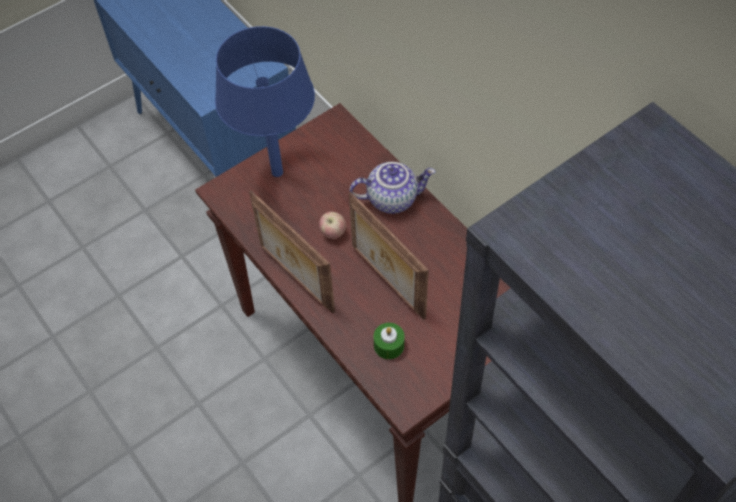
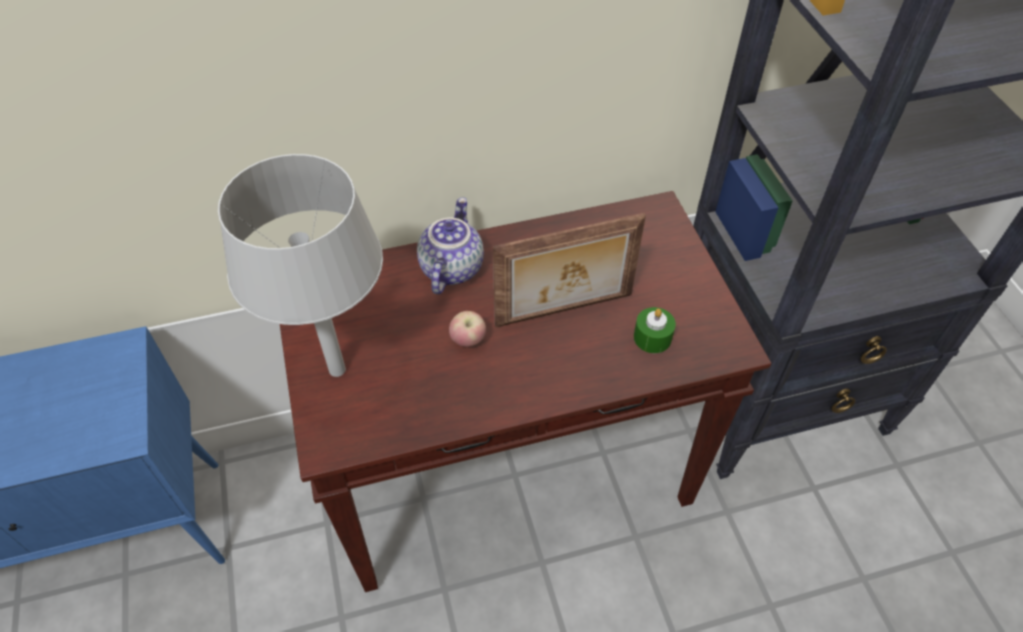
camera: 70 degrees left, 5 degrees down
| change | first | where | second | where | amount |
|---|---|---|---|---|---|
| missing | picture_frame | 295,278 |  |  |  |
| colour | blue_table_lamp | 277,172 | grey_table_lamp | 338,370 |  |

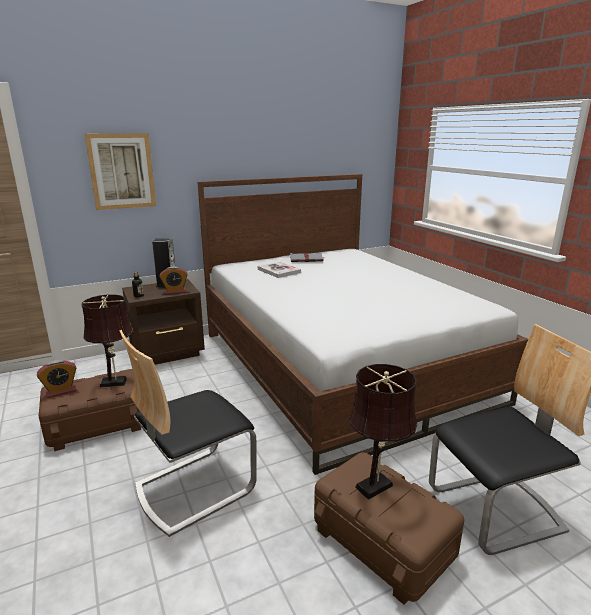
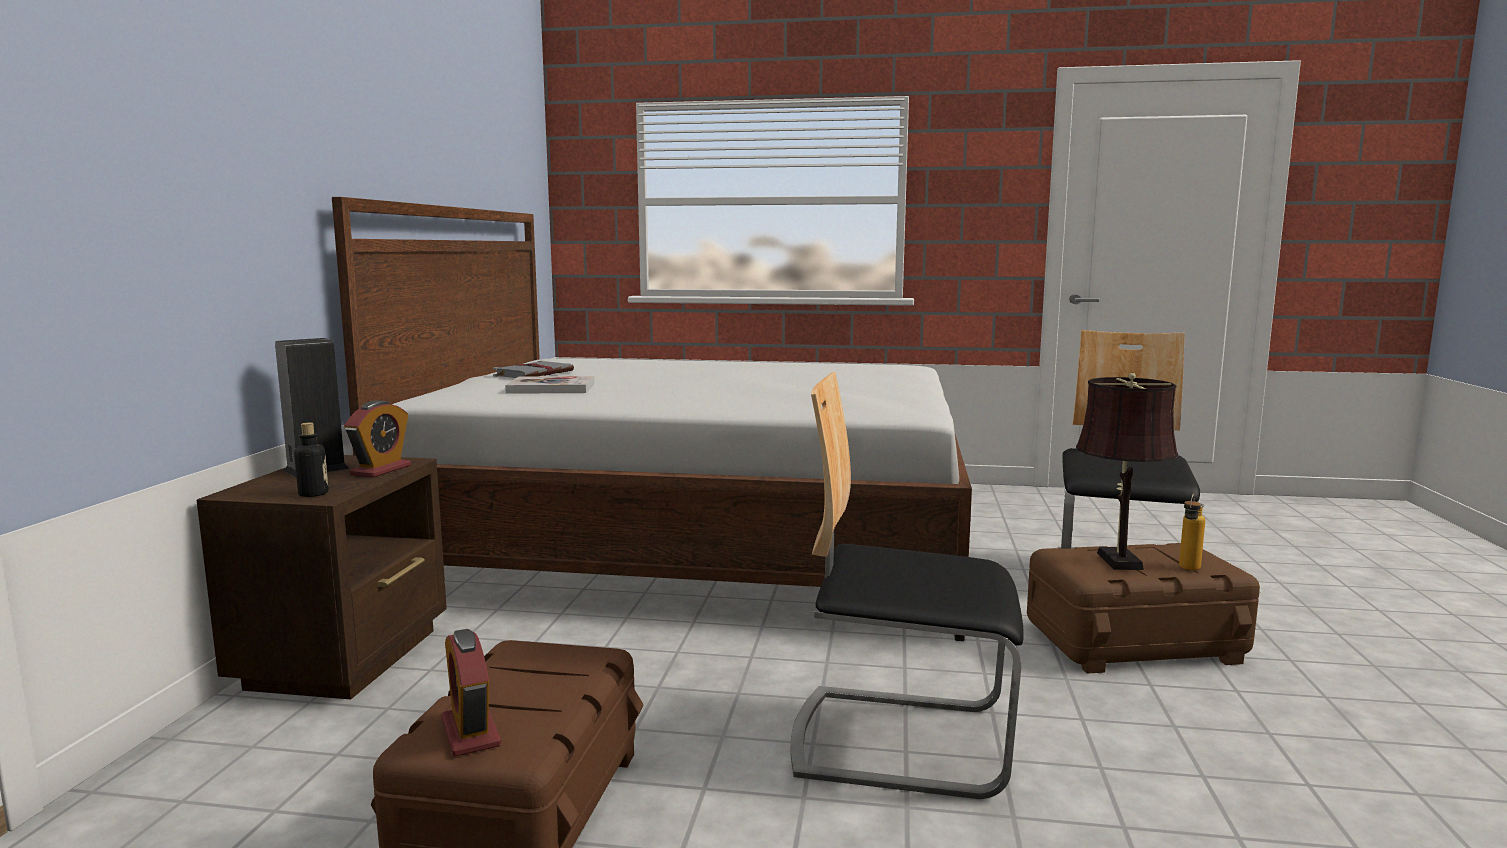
camera: 55 degrees left, 10 degrees down
| change | first | where | second | where | amount |
|---|---|---|---|---|---|
| missing | brown_table_lamp | 116,382 |  |  |  |
| missing | picture | 122,171 |  |  |  |
| appeared |  |  | bottle | 1187,570 |  |
| spun | alarm_clock | 61,391 |  | 470,732 | 150 degrees clockwise |
| spun | chair | 194,487 |  | 900,739 | 105 degrees clockwise |

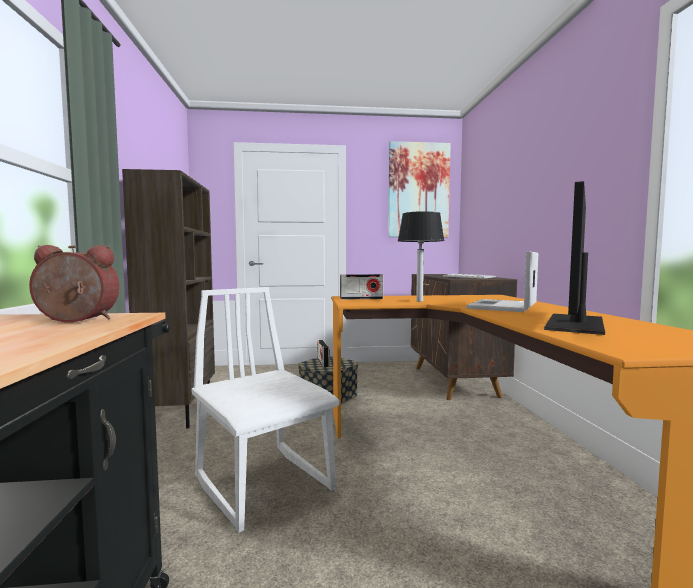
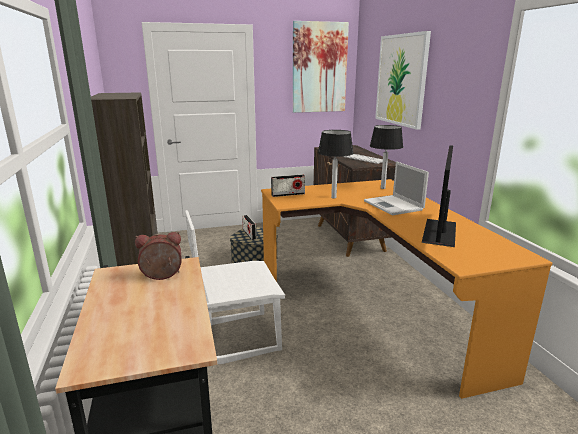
camera: 10 degrees left, 15 degrees up
| change | first | where | second | where | amount |
|---|---|---|---|---|---|
| appeared |  |  | table_lamp | 383,188 |  |
| appeared |  |  | picture | 401,80 |  |
| spun | white_chair | 265,483 |  | 237,337 | 60 degrees counterclockwise |
| spun | laptop | 502,307 |  | 394,206 | 45 degrees counterclockwise |

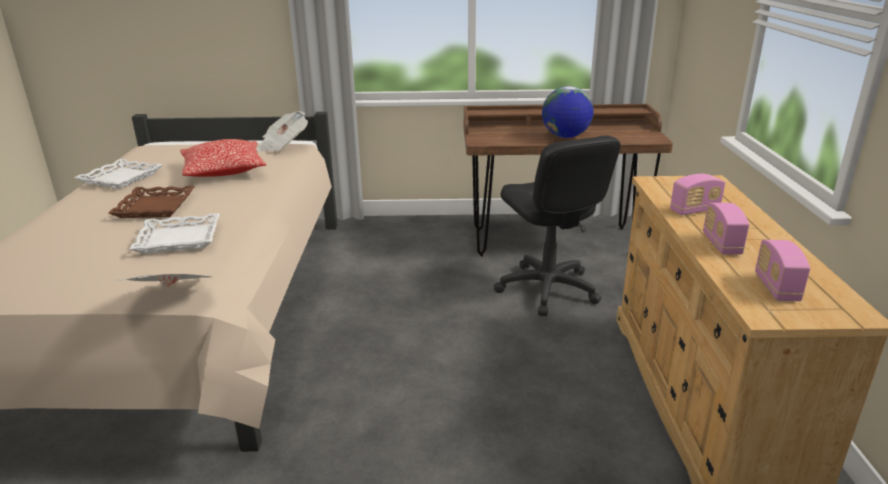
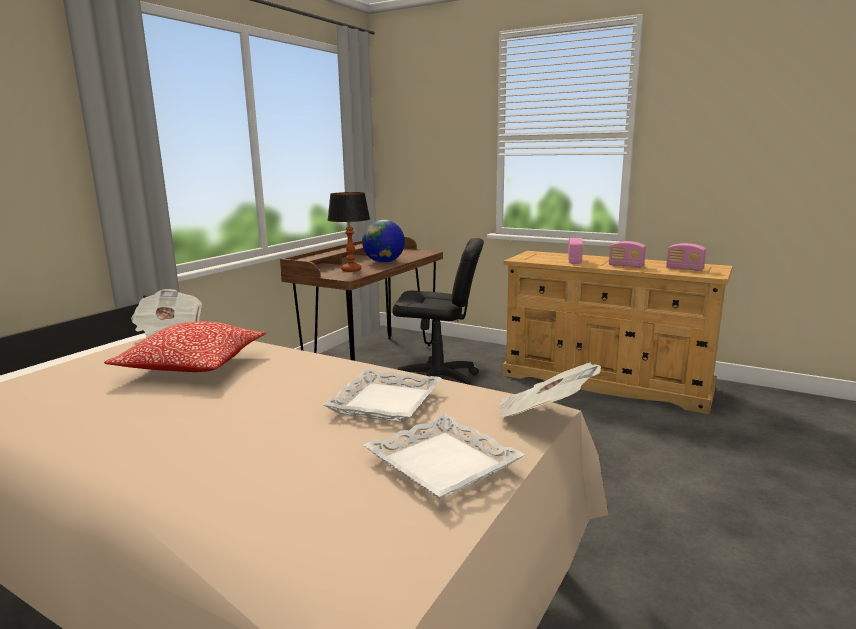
camera: 60 degrees left, 10 degrees down
| change | first | where | second | where | amount |
|---|---|---|---|---|---|
| missing | brown_tray | 154,207 |  |  |  |
| appeared |  |  | table_lamp | 351,270 |  |
| relocated | white_tray | 121,178 |  | 443,463 |  |

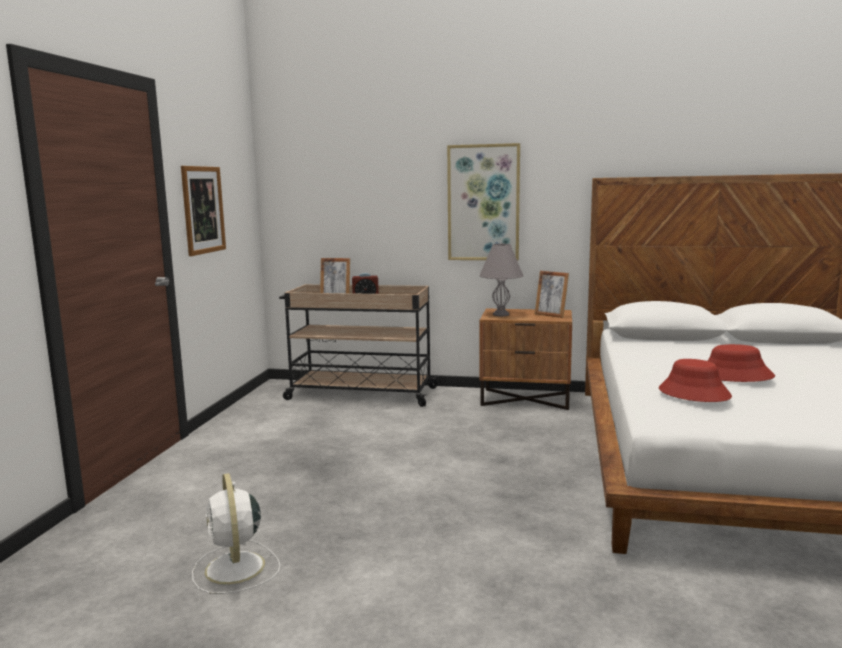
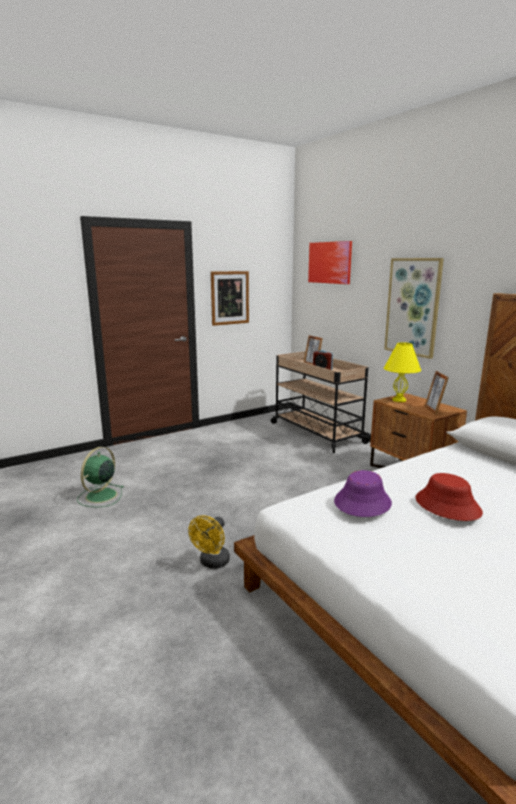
camera: 45 degrees right, 5 degrees up
| change | first | where | second | where | amount |
|---|---|---|---|---|---|
| appeared |  |  | yellow_fan | 212,563 |  |
| appeared |  |  | picture | 330,262 |  |
| colour | white_fan | 235,569 | green_fan | 100,496 |  |
| colour | grey_table_lamp | 501,314 | yellow_table_lamp | 399,400 |  |
| colour | red_hat | 693,393 | purple_hat | 362,502 |  |

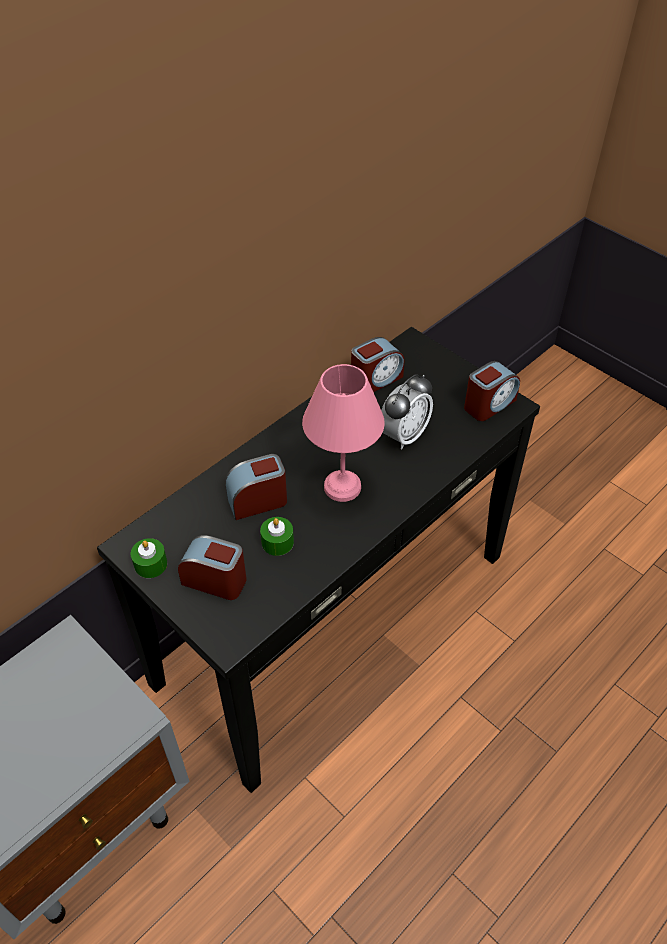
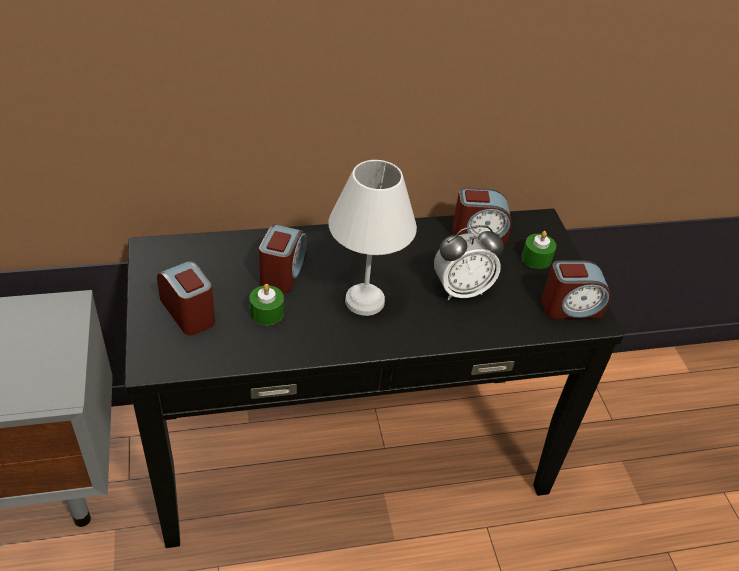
camera: 30 degrees right, 5 degrees down
| change | first | where | second | where | amount |
|---|---|---|---|---|---|
| relocated | green_candle | 150,564 |  | 536,258 |  |
| colour | pink_table_lamp | 344,487 | white_table_lamp | 366,302 |  |
| spun | alarm_clock | 257,501 |  | 282,272 | 90 degrees clockwise |

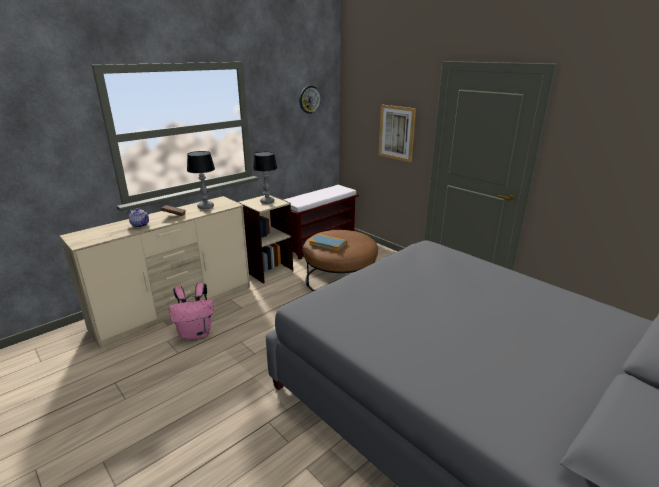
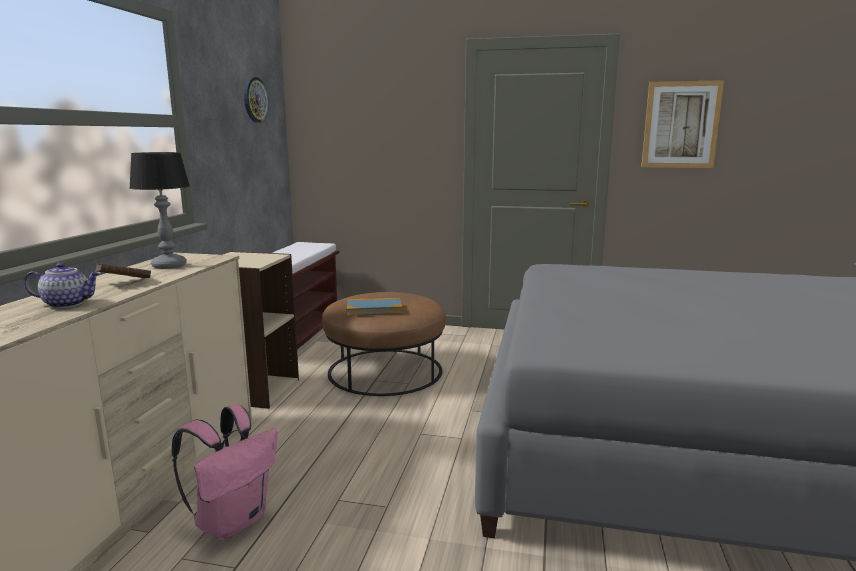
camera: 35 degrees left, 10 degrees down
| change | first | where | second | where | amount |
|---|---|---|---|---|---|
| missing | table_lamp | 267,201 |  |  |  |
| relocated | picture | 396,133 |  | 681,125 |  |

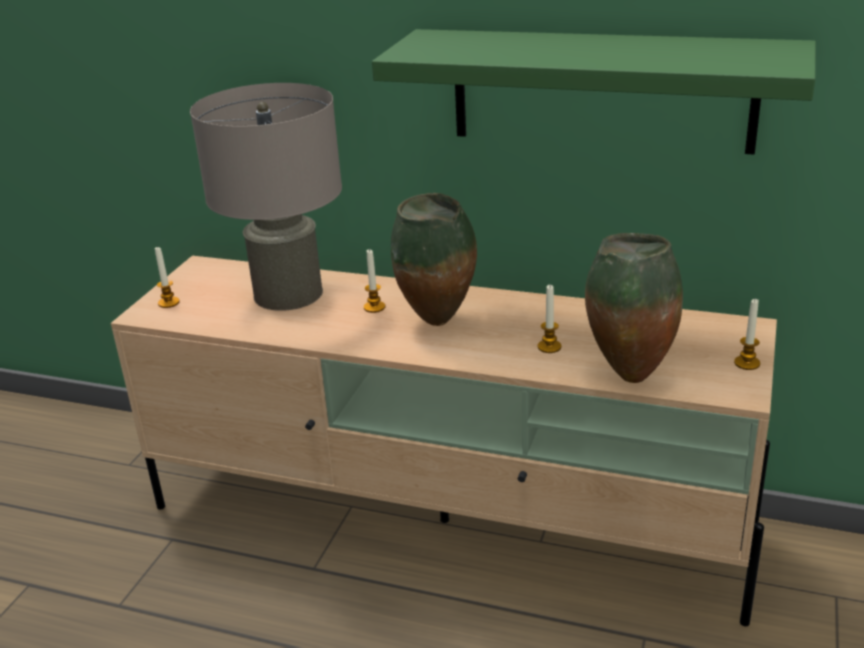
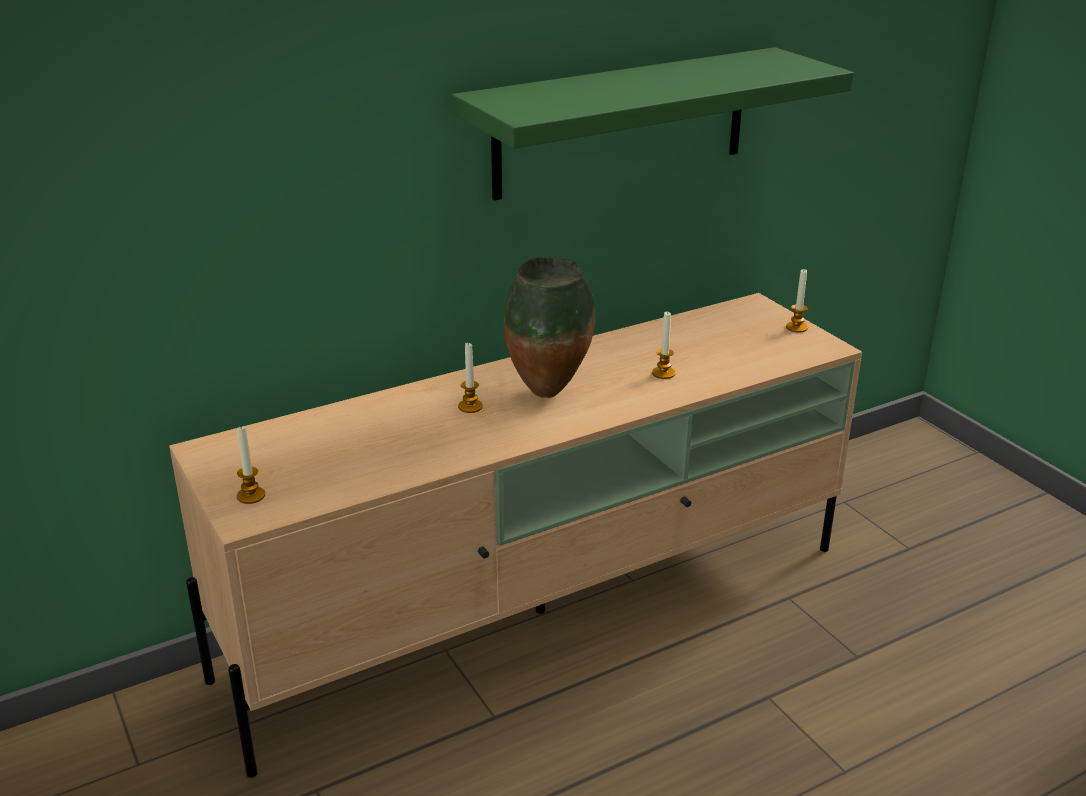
camera: 50 degrees left, 0 degrees up
| change | first | where | second | where | amount |
|---|---|---|---|---|---|
| missing | beige_table_lamp | 288,294 |  |  |  |
| missing | vase | 627,375 |  |  |  |

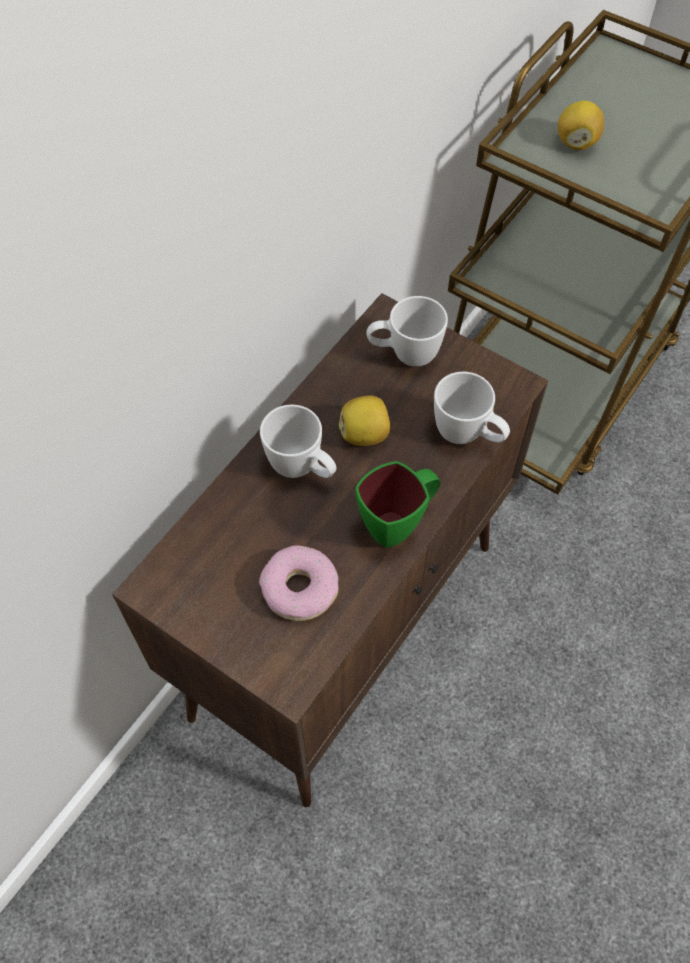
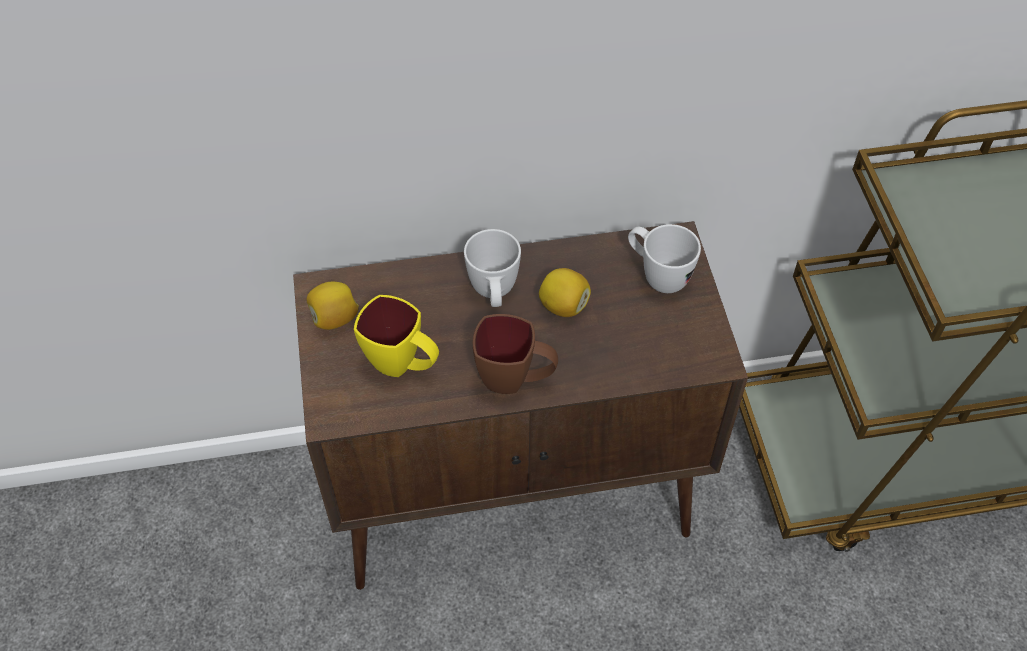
camera: 45 degrees right, 5 degrees down
| change | first | where | second | where | amount |
|---|---|---|---|---|---|
| missing | white_mug | 468,435 |  |  |  |
| relocated | lemon | 576,142 |  | 334,318 |  |
| exchanged | donut | 300,588 | yellow_mug | 403,366 |  |
| colour | green_mug | 399,523 | brown_mug | 515,381 |  |

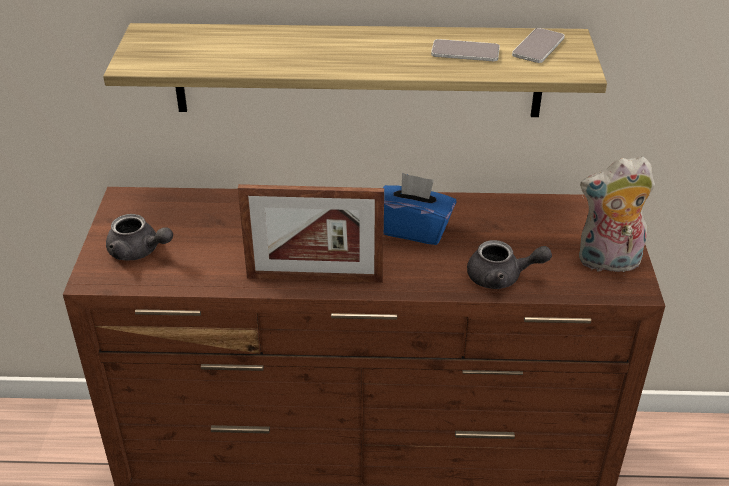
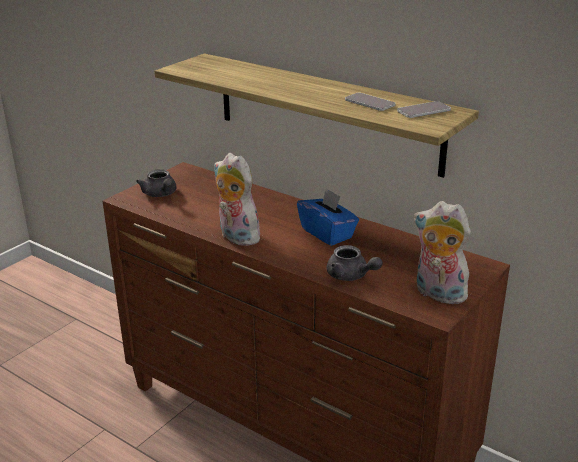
camera: 35 degrees right, 10 degrees down
| change | first | where | second | where | amount |
|---|---|---|---|---|---|
| exchanged | picture_frame | 314,278 | plush_toy | 236,237 |  |

